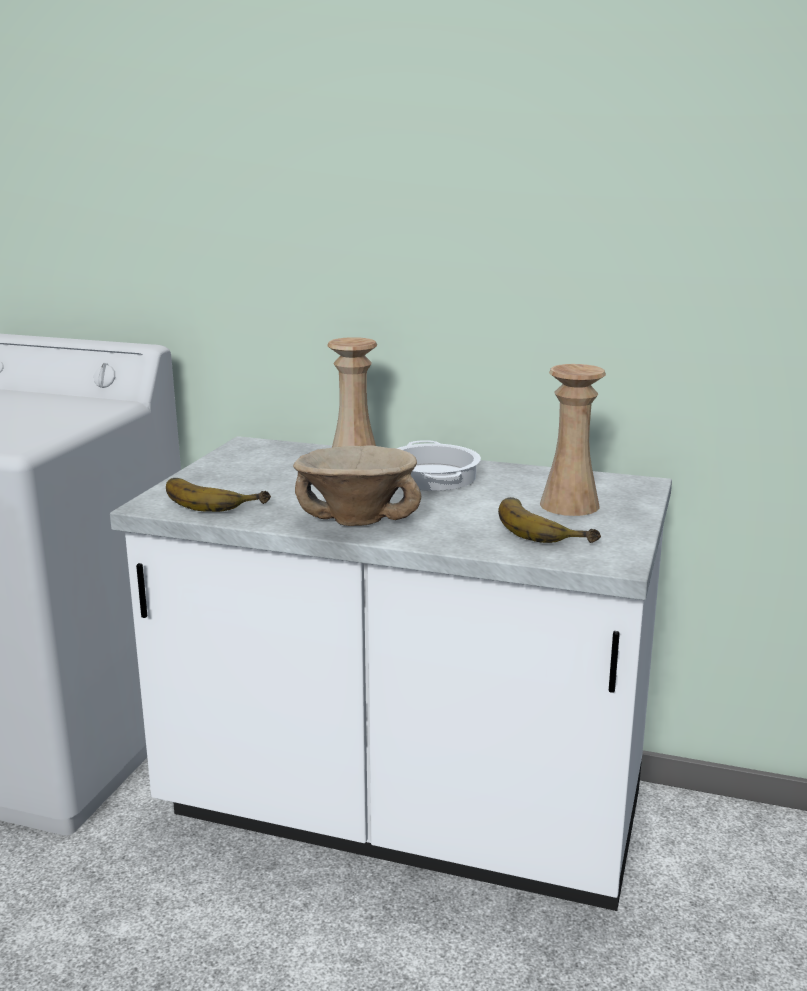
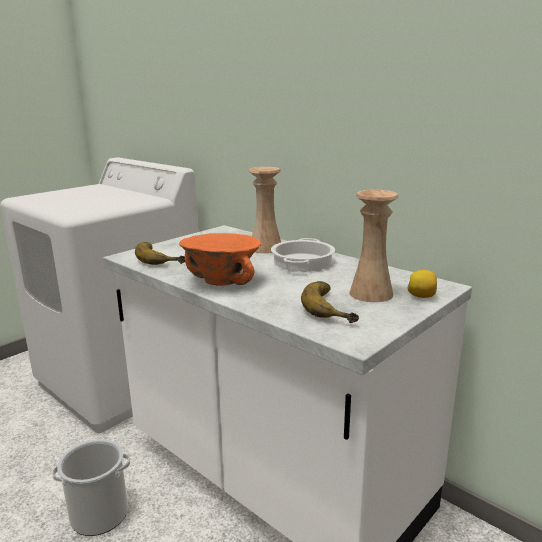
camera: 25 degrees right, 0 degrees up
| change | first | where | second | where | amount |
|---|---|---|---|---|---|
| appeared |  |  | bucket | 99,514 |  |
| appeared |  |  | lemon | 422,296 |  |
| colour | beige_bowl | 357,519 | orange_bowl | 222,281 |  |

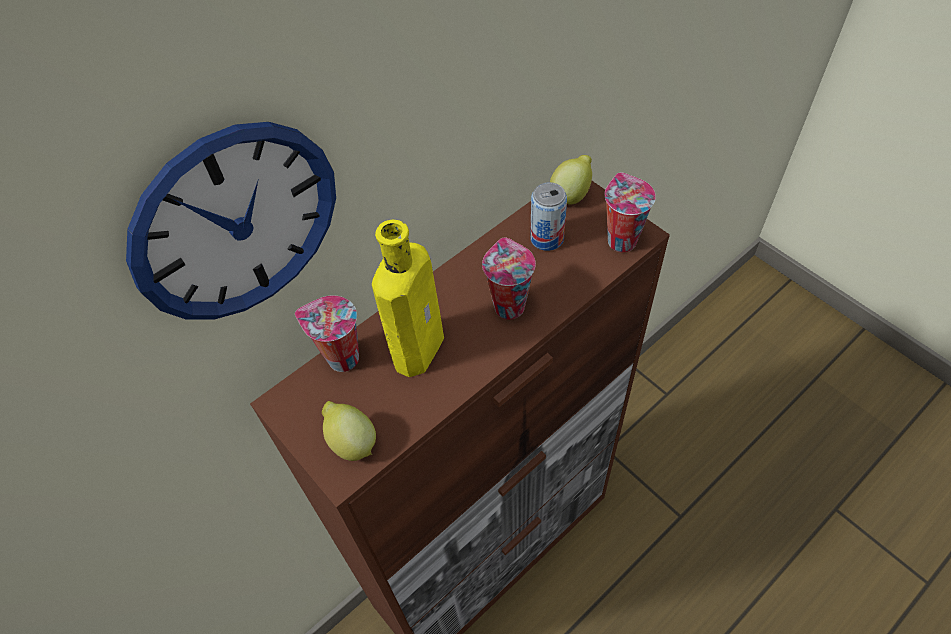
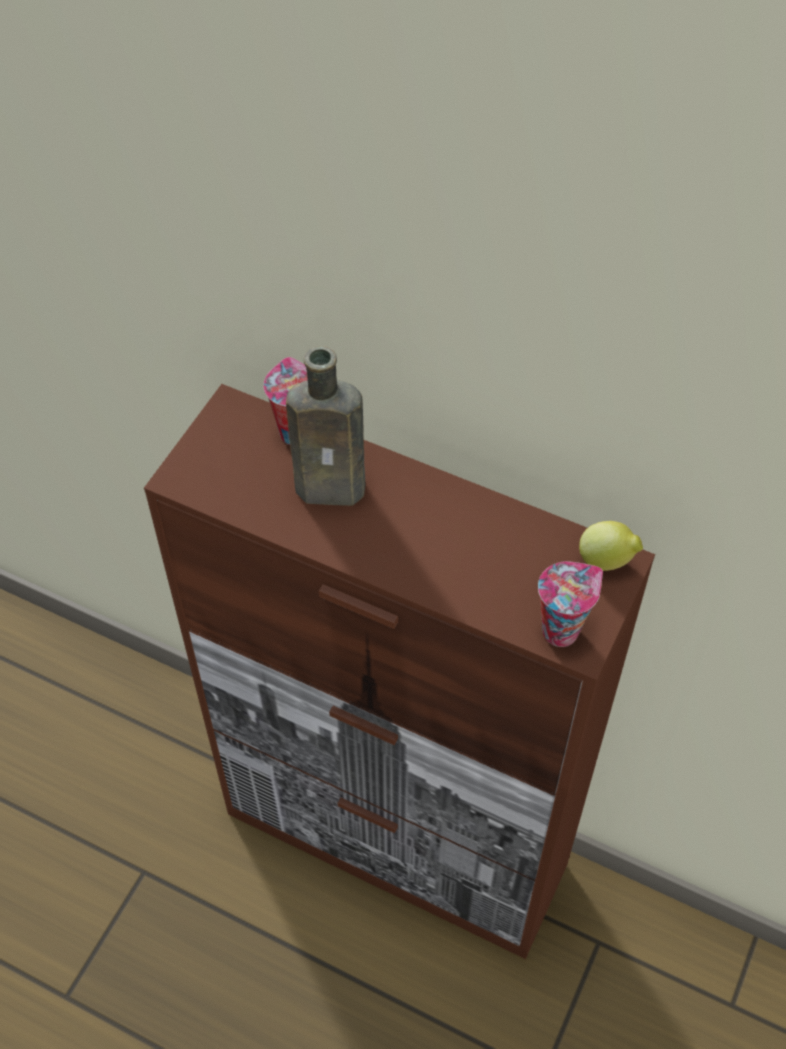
camera: 65 degrees right, 0 degrees up
| change | first | where | second | where | amount |
|---|---|---|---|---|---|
| missing | wall_clock | 237,224 |  |  |  |
| missing | lemon | 351,442 |  |  |  |
| missing | cup | 508,305 |  |  |  |
| missing | can | 547,238 |  |  |  |
| colour | yellow_bottle | 420,345 | brown_bottle | 335,488 |  |

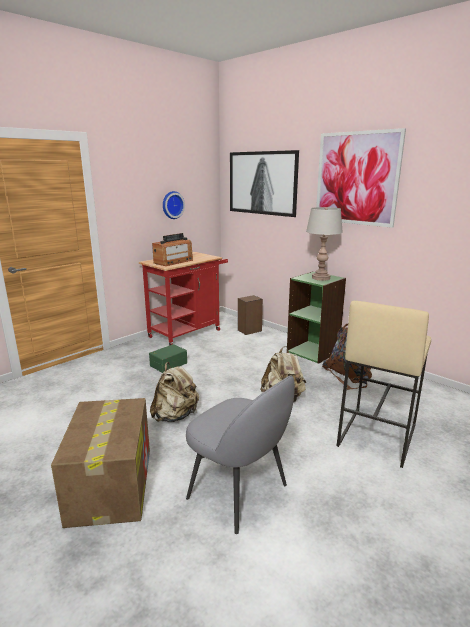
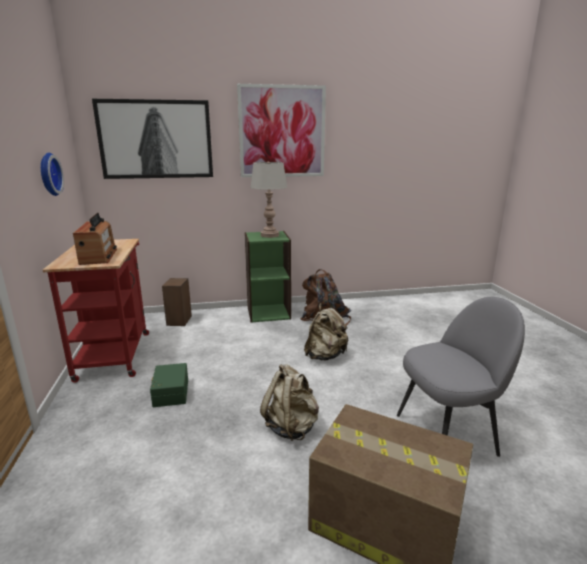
camera: 55 degrees left, 0 degrees up
| change | first | where | second | where | amount |
|---|---|---|---|---|---|
| missing | beige_stool | 376,435 |  |  |  |

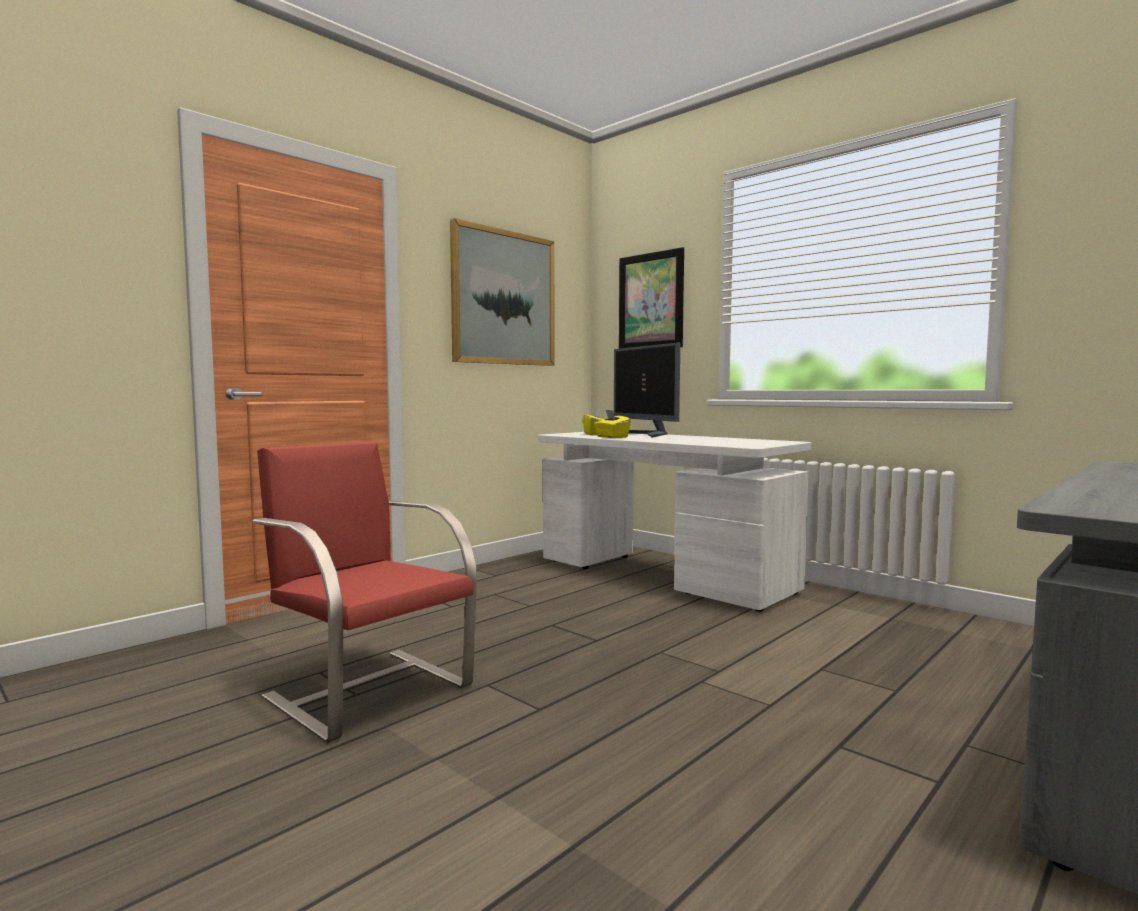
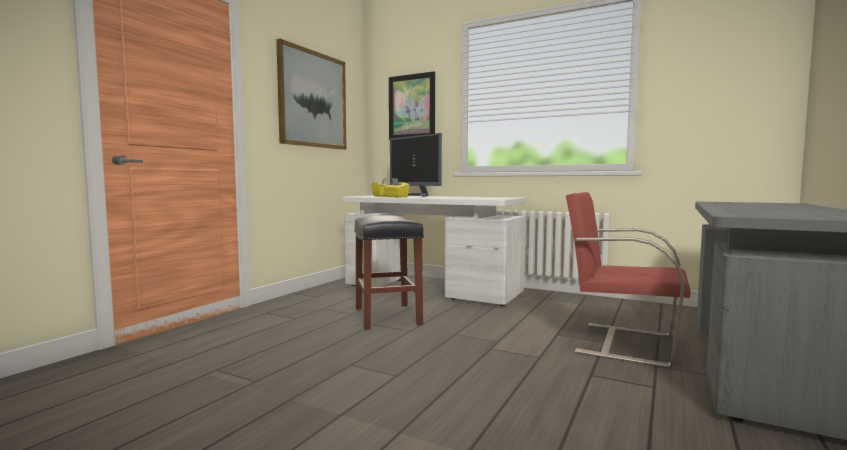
camera: 15 degrees left, 0 degrees up
| change | first | where | second | where | amount |
|---|---|---|---|---|---|
| appeared |  |  | black_stool | 386,316 |  |
| relocated | red_chair | 368,690 |  | 622,343 |  |

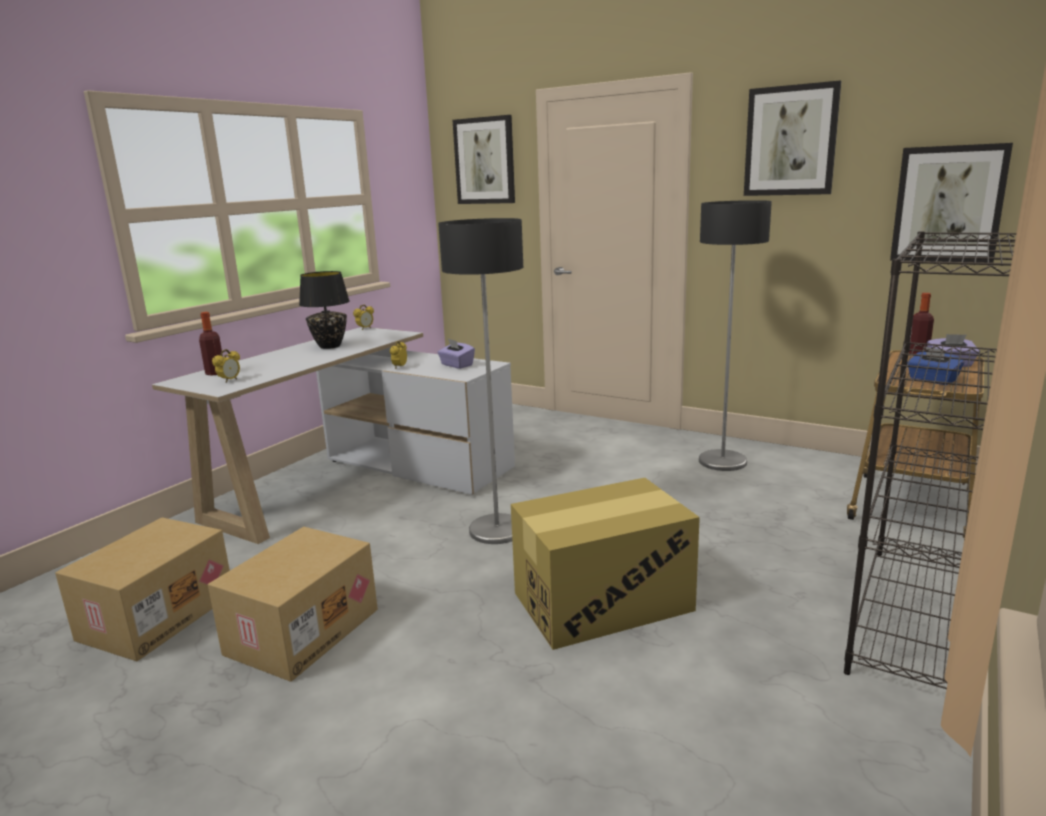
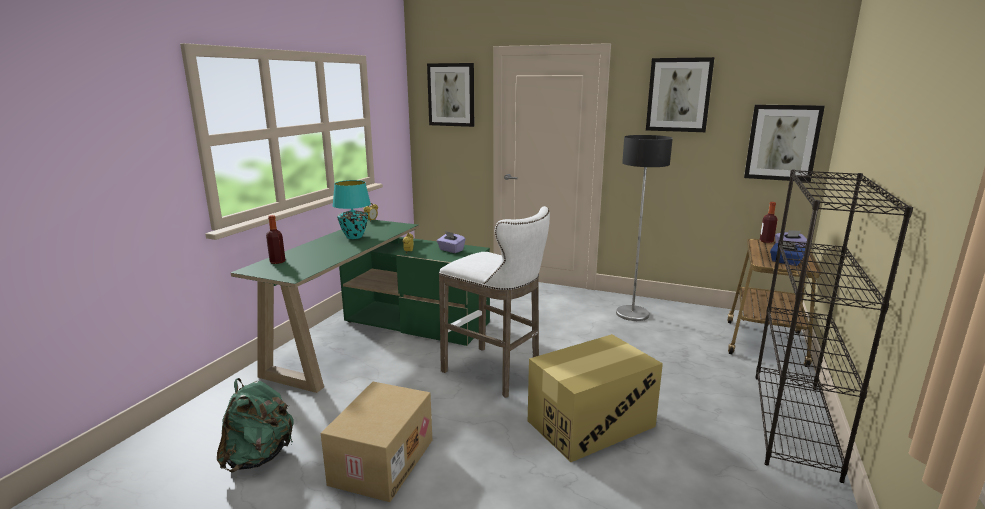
camera: 10 degrees left, 0 degrees up
| change | first | where | second | where | amount |
|---|---|---|---|---|---|
| missing | alarm_clock | 229,381 |  |  |  |
| exchanged | cardboard_box | 157,615 | green_backpack | 259,456 |  |
| exchanged | floor_lamp | 497,530 | white_stool | 495,373 |  |
| colour | white_desk | 359,481 | green_desk | 376,338 |  |
| colour | black_table_lamp | 330,346 | turquoise_table_lamp | 354,237 |  |

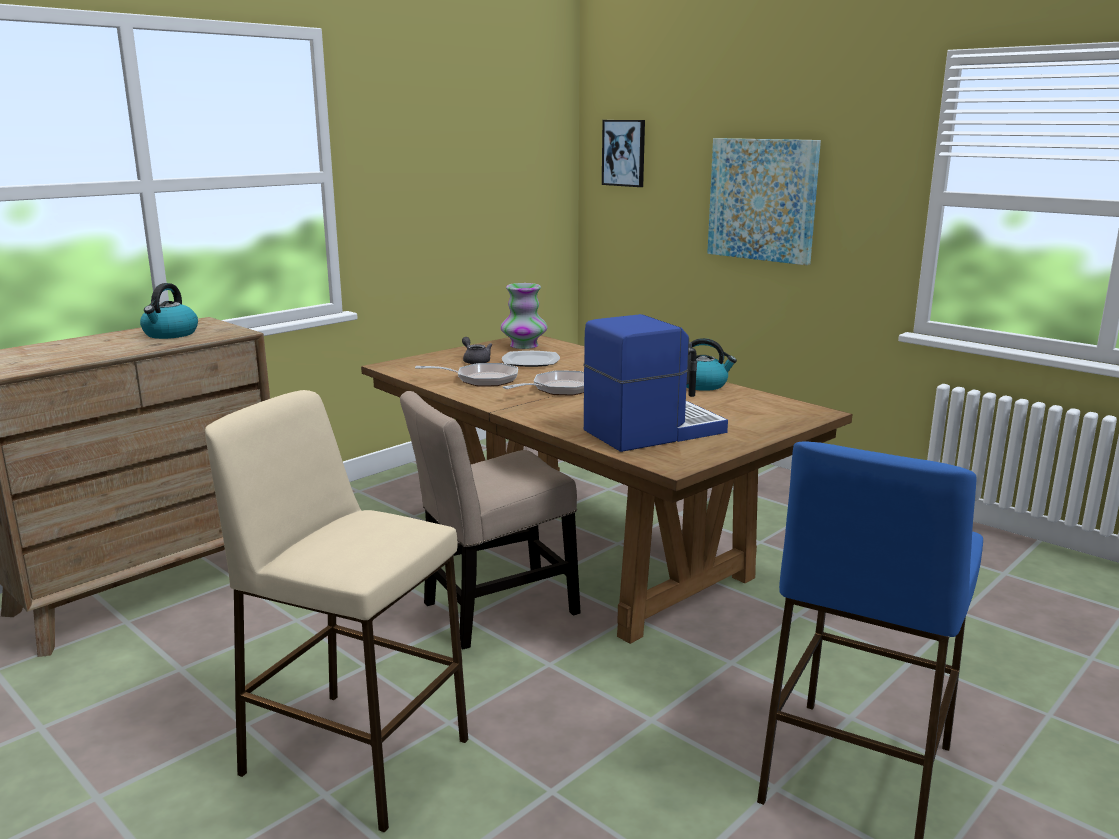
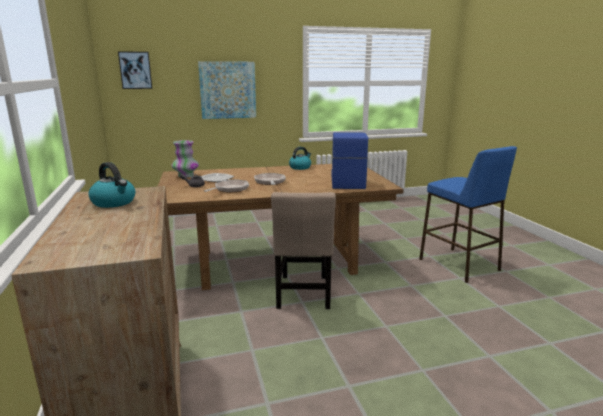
camera: 60 degrees left, 0 degrees up
| change | first | where | second | where | amount |
|---|---|---|---|---|---|
| missing | beige_stool | 354,756 |  |  |  |

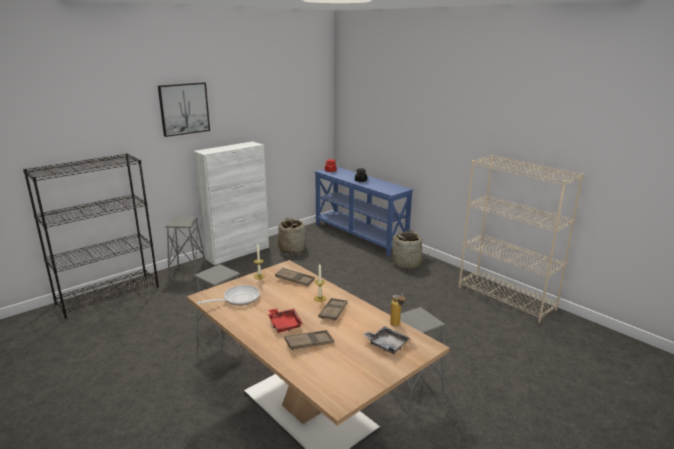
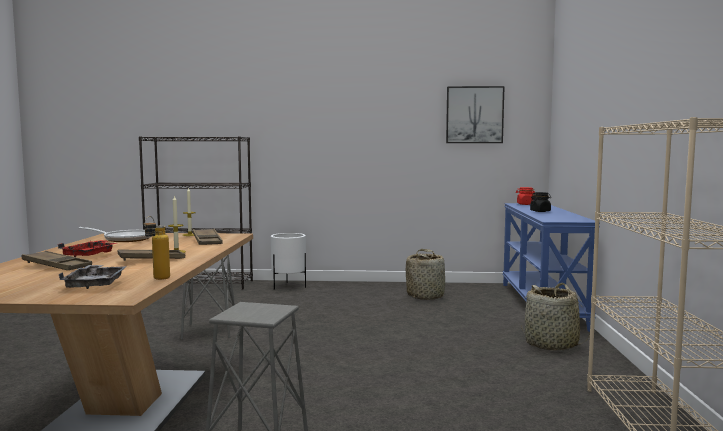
camera: 45 degrees right, 15 degrees down
| change | first | where | second | where | amount |
|---|---|---|---|---|---|
| missing | white_cabinet | 238,252 |  |  |  |
| relocated | picture | 184,109 |  | 474,115 |  |
| exchanged | grey_stool | 188,272 | white_planter | 289,286 |  |

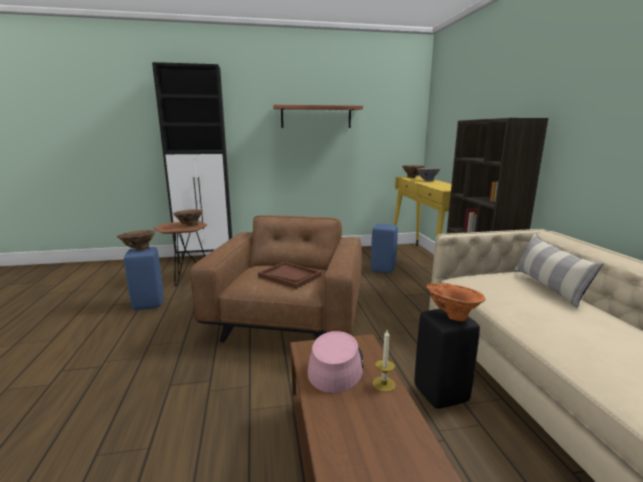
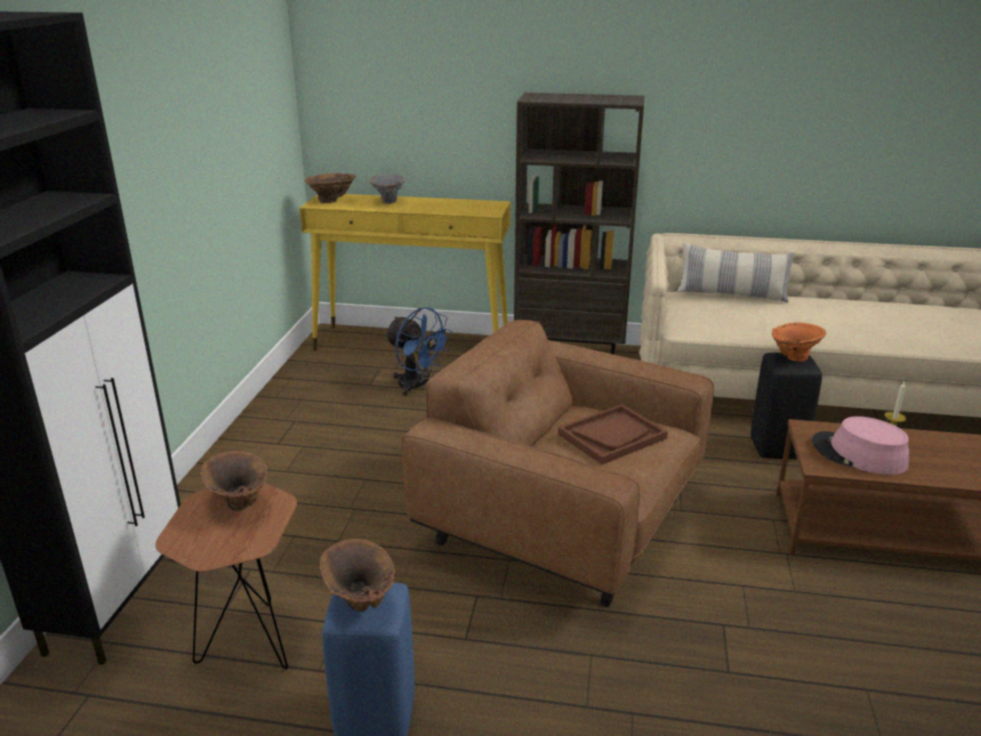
camera: 70 degrees left, 10 degrees up
| change | first | where | second | where | amount |
|---|---|---|---|---|---|
| missing | shelf | 316,117 |  |  |  |
| exchanged | blue_stool | 383,269 | blue_fan | 417,386 |  |

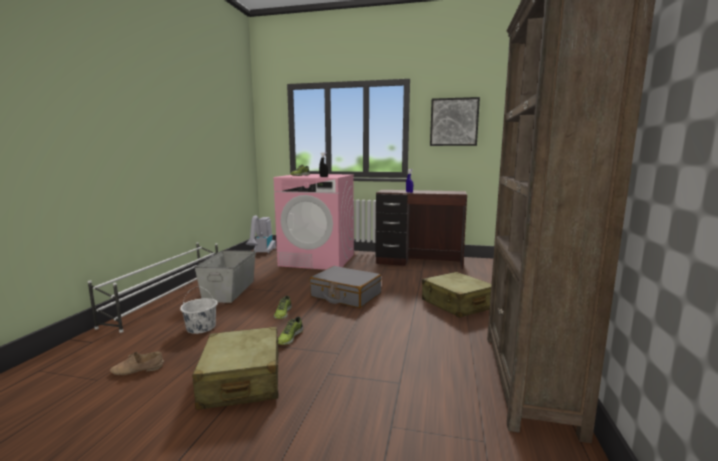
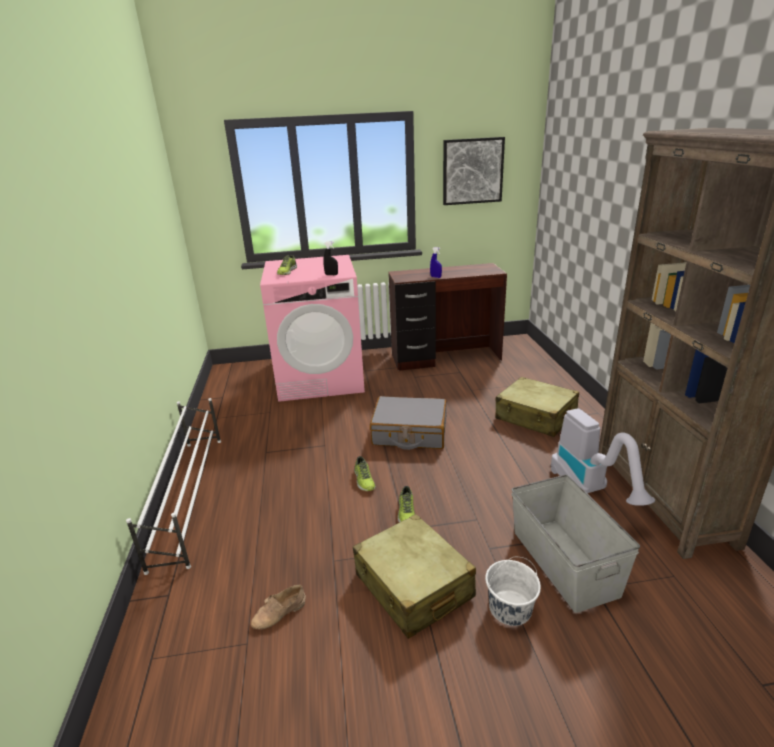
camera: 20 degrees left, 15 degrees up
| change | first | where | second | where | amount |
|---|---|---|---|---|---|
| relocated | white_bucket | 200,327 |  | 509,608 |  |
| relocated | grey_storage_box | 229,290 |  | 563,563 |  |
| relocated | vacuum_cleaner | 262,253 |  | 591,491 |  |

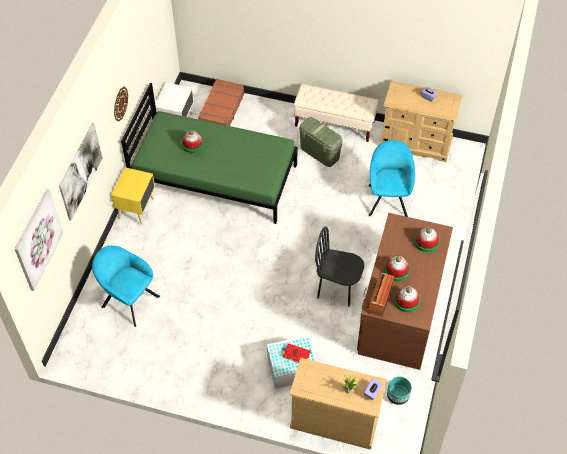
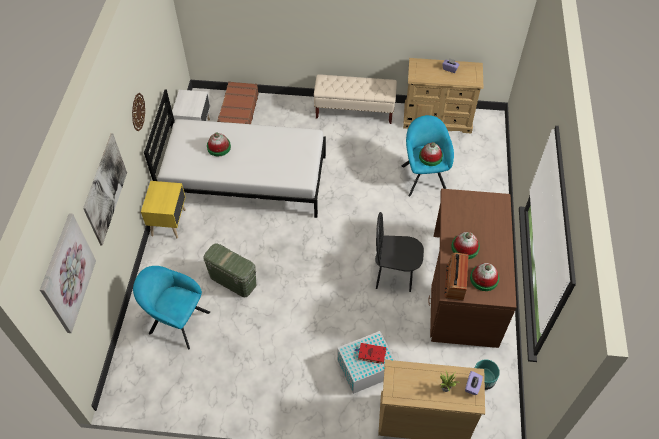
camera: 10 degrees left, 0 degrees up
| change | first | where | second | where | amount |
|---|---|---|---|---|---|
| relocated | green_storage_box | 319,152 |  | 232,280 |  |
| relocated | hat | 426,242 |  | 430,157 |  |
| colour | green_bed | 214,177 | white_bed | 244,179 |  |

